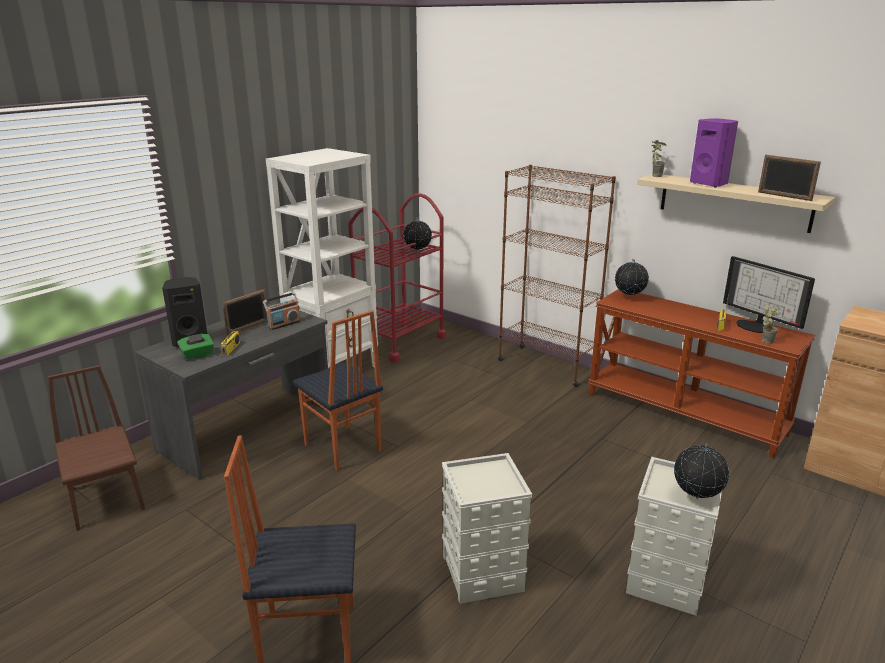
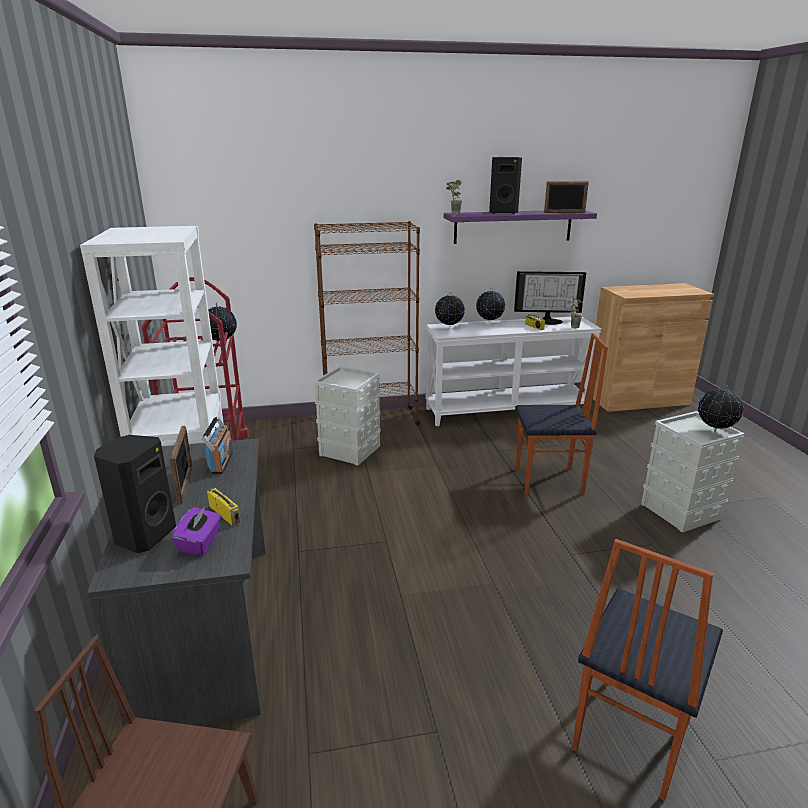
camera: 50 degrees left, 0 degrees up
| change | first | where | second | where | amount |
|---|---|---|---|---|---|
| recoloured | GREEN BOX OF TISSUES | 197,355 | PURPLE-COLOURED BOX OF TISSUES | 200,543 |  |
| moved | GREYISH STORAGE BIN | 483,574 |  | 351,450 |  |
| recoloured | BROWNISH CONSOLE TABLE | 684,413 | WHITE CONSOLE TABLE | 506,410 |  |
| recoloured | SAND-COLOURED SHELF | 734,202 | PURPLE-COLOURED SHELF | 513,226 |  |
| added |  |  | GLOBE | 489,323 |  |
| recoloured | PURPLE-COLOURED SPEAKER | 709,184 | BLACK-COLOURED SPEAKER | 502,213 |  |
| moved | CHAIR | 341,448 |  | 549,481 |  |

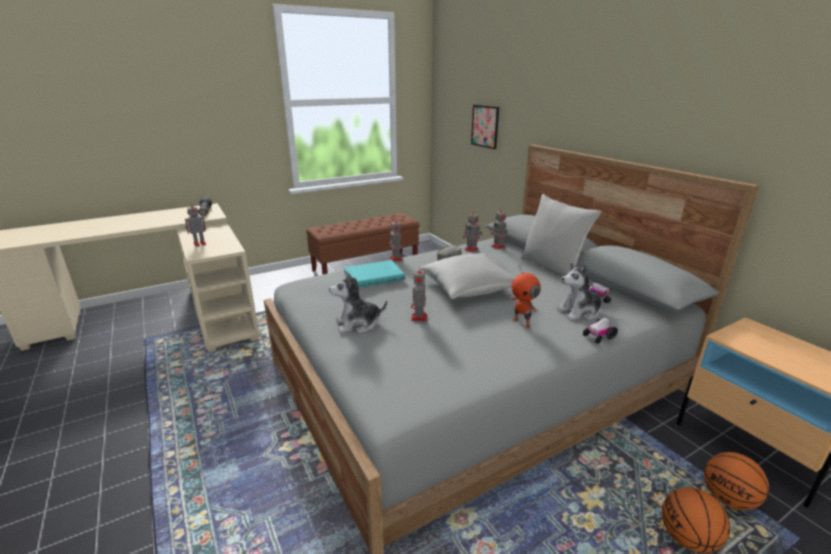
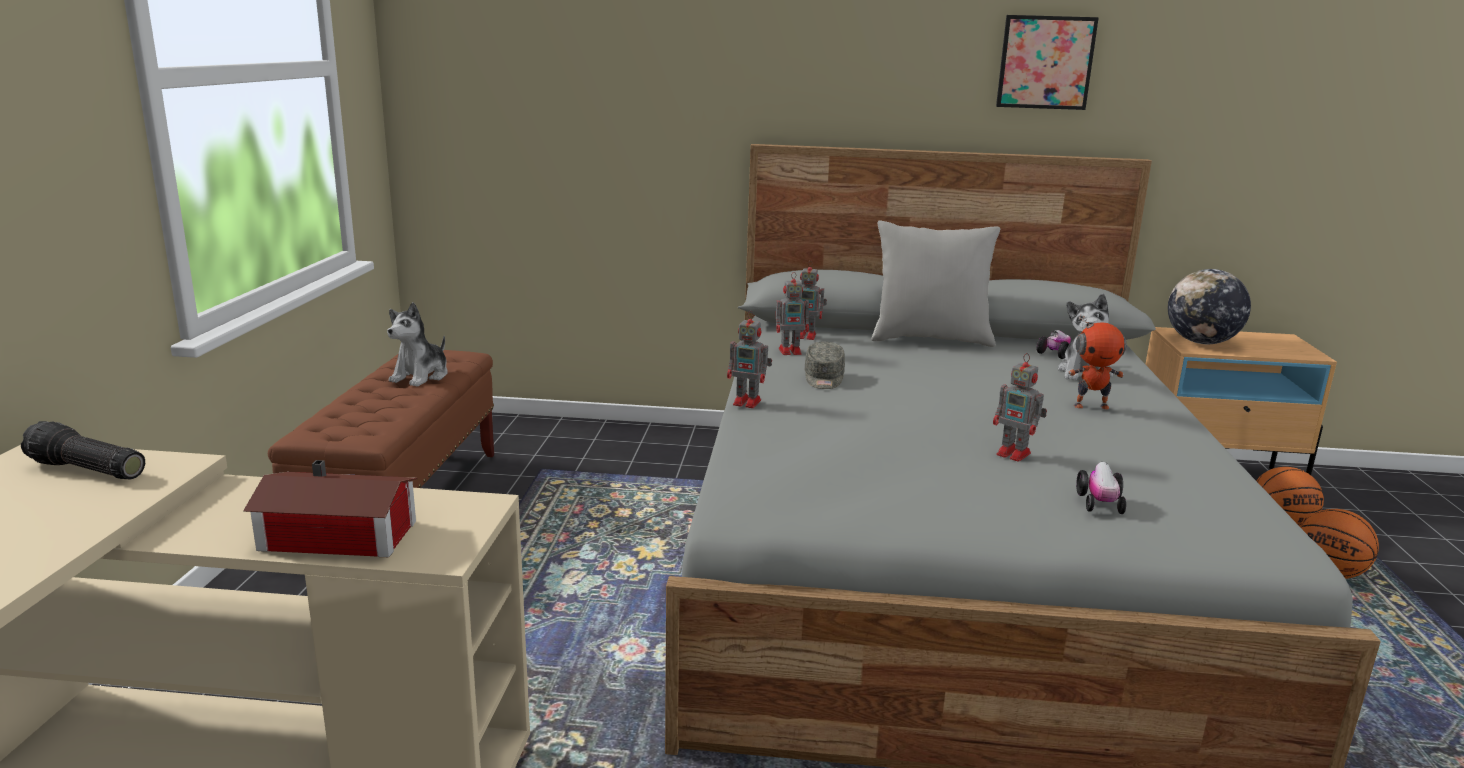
camera: 55 degrees left, 5 degrees down
| change | first | where | second | where | amount |
|---|---|---|---|---|---|
| replaced | MODEL ROBOT | 199,244 | MODEL HOUSE | 341,537 |  |
| moved | SOFT TOY | 358,324 |  | 421,376 |  |
| moved | WALL PICTURE | 485,126 |  | 1045,62 |  |
| moved | MODEL CAR | 598,337 |  | 1100,503 |  |
| added |  |  | GLOBE | 1201,342 |  |
| removed | TURQUOISE VOLUME | 373,275 |  |  |  |
| removed | GREYISH CUSHION | 468,288 |  |  |  |

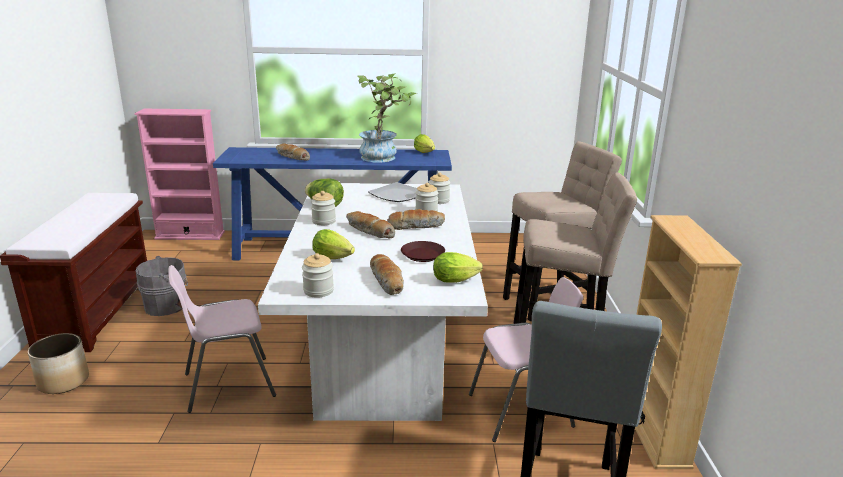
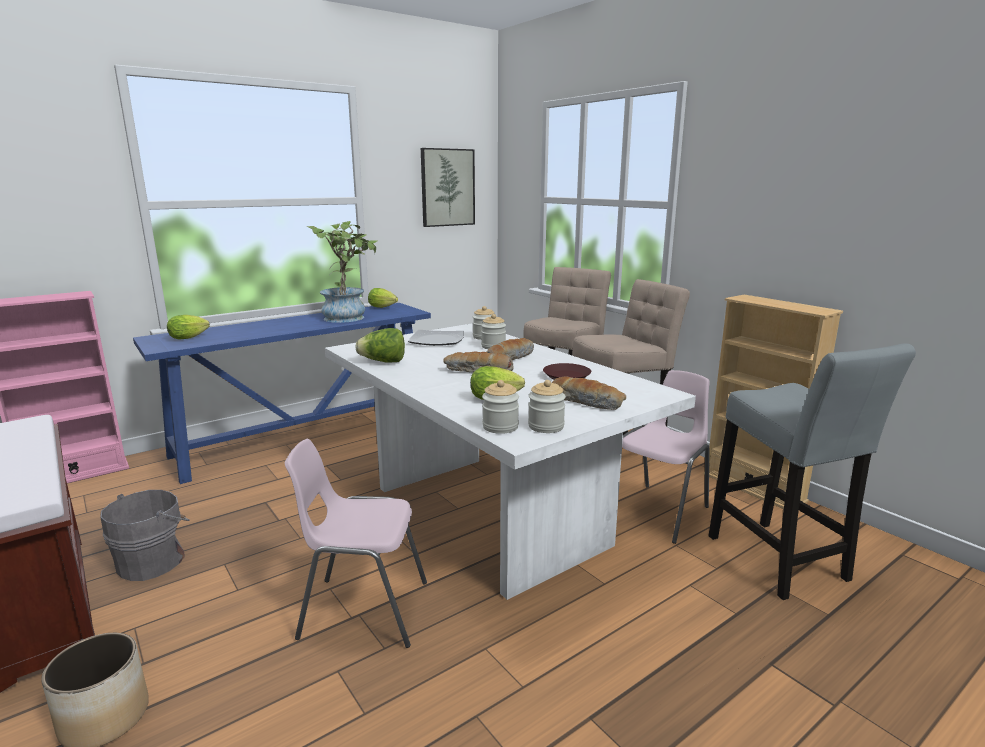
camera: 35 degrees left, 5 degrees down
| change | first | where | second | where | amount |
|---|---|---|---|---|---|
| moved | LETTUCE | 457,280 |  | 190,337 |  |
| turned | PINK CHAIR | 228,384 |  | 363,609 | 60 degrees clockwise |
| added |  |  | WALL PICTURE | 447,187 |  |
| moved | STORAGE JAR | 324,221 |  | 500,427 |  |
| removed | BREAD | 292,157 |  |  |  |

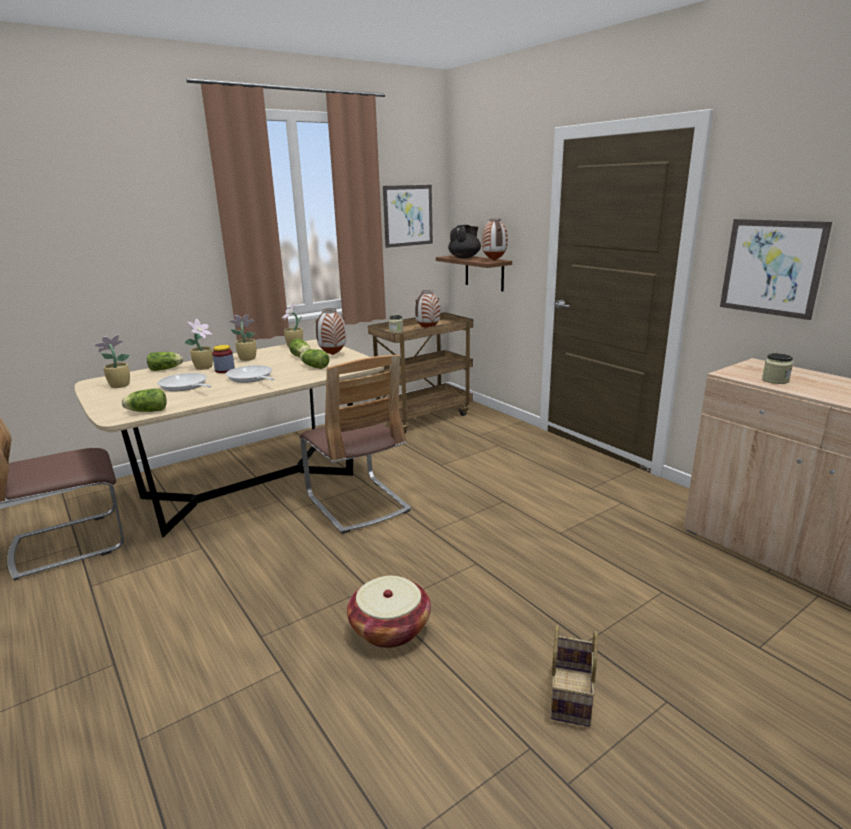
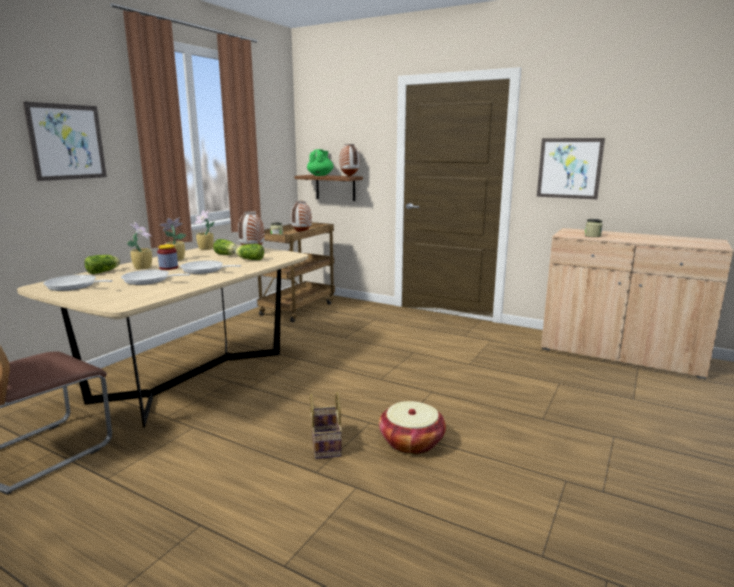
camera: 25 degrees left, 5 degrees down
| change | first | where | second | where | amount |
|---|---|---|---|---|---|
| moved | WALL PICTURE | 408,215 |  | 67,142 |  |
| replaced | POTTED PLANT | 118,386 | SKILLET | 74,286 |  |
| recoloured | BLACK-COLOURED TEA POT | 465,257 | GREEN TEA POT | 320,175 |  |
| moved | HOUSEHOLD BASKET | 569,693 |  | 325,443 |  |
| removed | LETTUCE | 146,411 |  |  |  |
| removed | CHAIR | 357,503 |  |  |  |

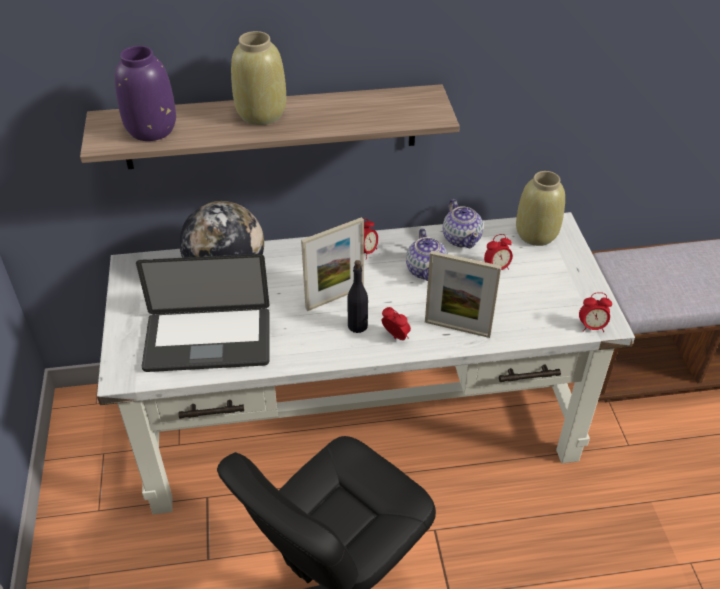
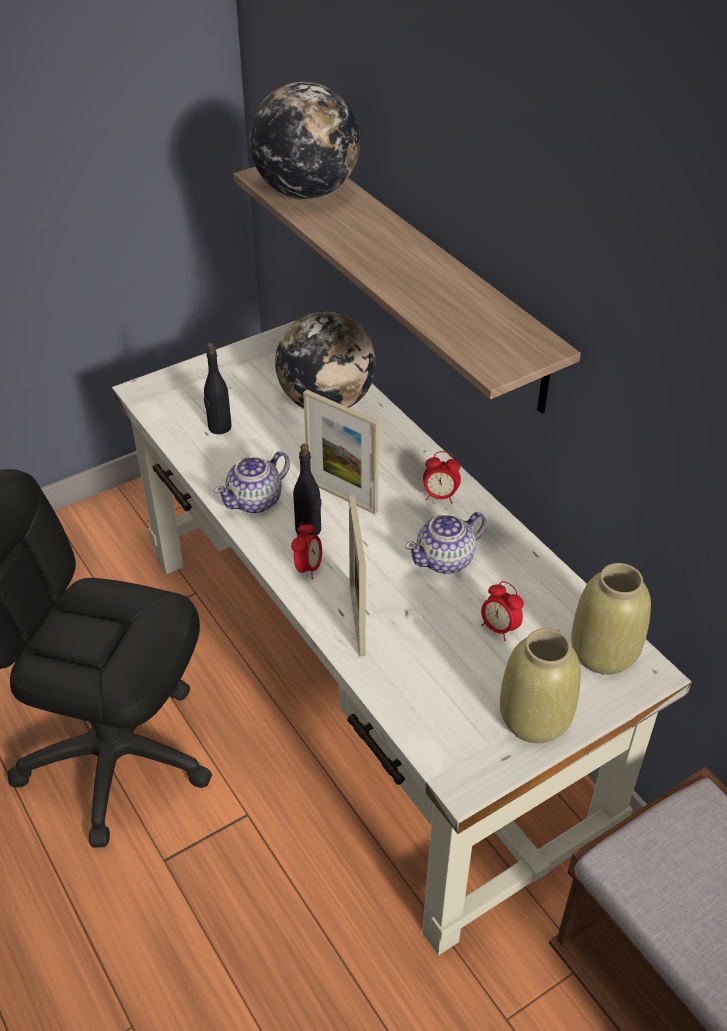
camera: 65 degrees right, 0 degrees up
| change | first | where | second | where | amount |
|---|---|---|---|---|---|
| replaced | LAPTOP | 208,341 | BLACK-COLOURED BEVERAGE BOTTLE | 219,427 |  |
| moved | TEA POT | 461,238 |  | 256,500 |  |
| replaced | PURPLE-COLOURED DECORATIVE VASE | 151,129 | GLOBE | 306,192 |  |
| moved | SAND-COLOURED DECORATIVE VASE | 262,114 |  | 535,720 |  |
| removed | BEDSIDE CLOCK | 592,327 |  |  |  |

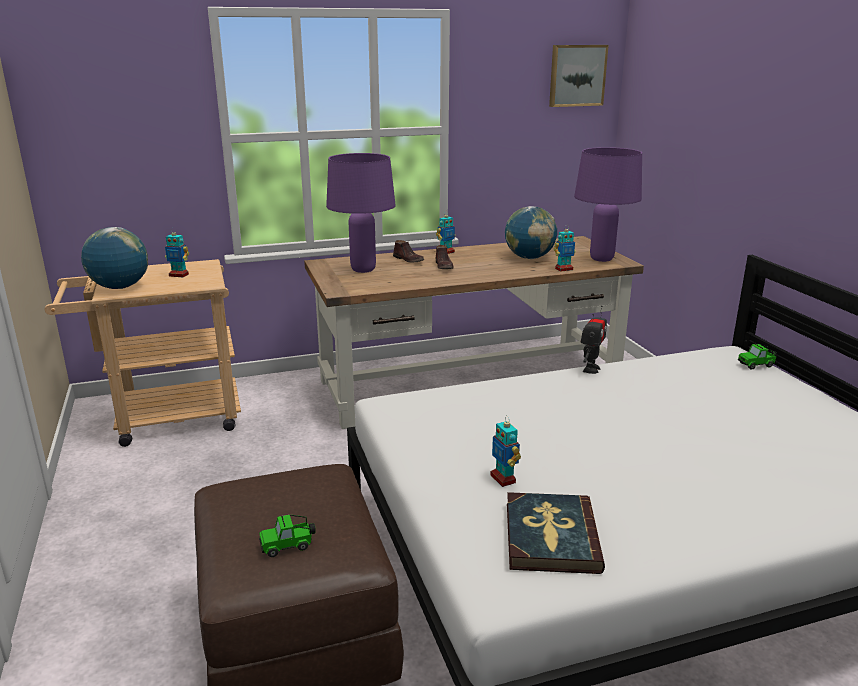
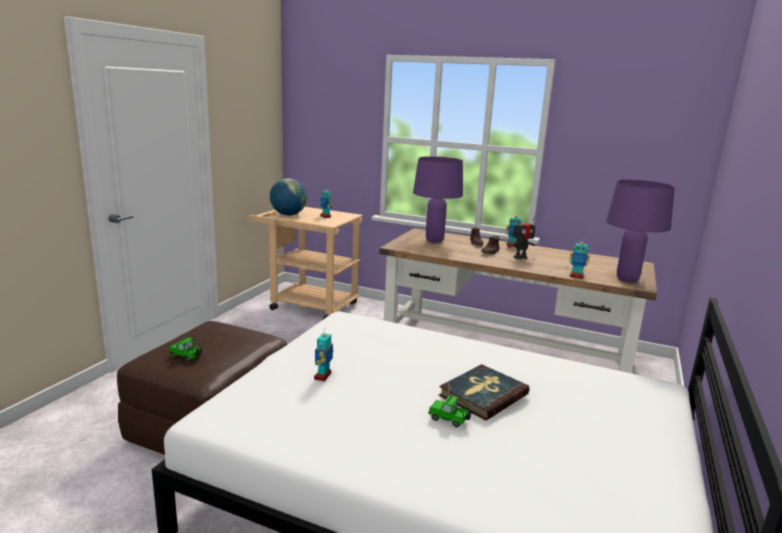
camera: 40 degrees right, 5 degrees down
| change | first | where | second | where | amount |
|---|---|---|---|---|---|
| moved | MODEL CAR | 757,365 |  | 450,420 |  |
| moved | VOLUME | 550,537 |  | 483,395 |  |
| moved | MODEL ROBOT | 590,369 |  | 520,257 |  |
| removed | GLOBE | 529,258 |  |  |  |
| removed | WALL PICTURE | 576,75 |  |  |  |

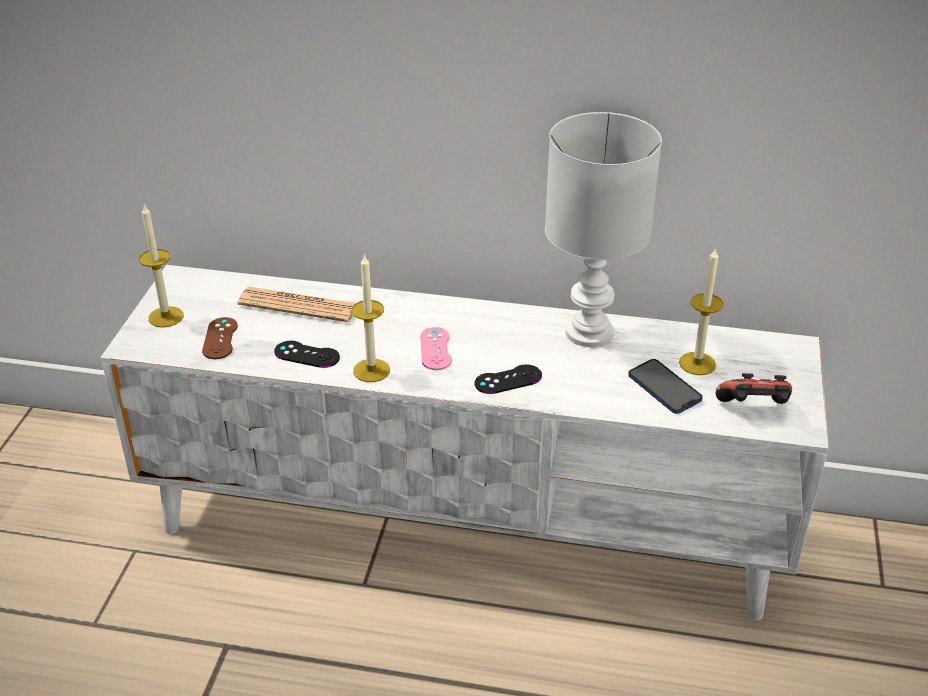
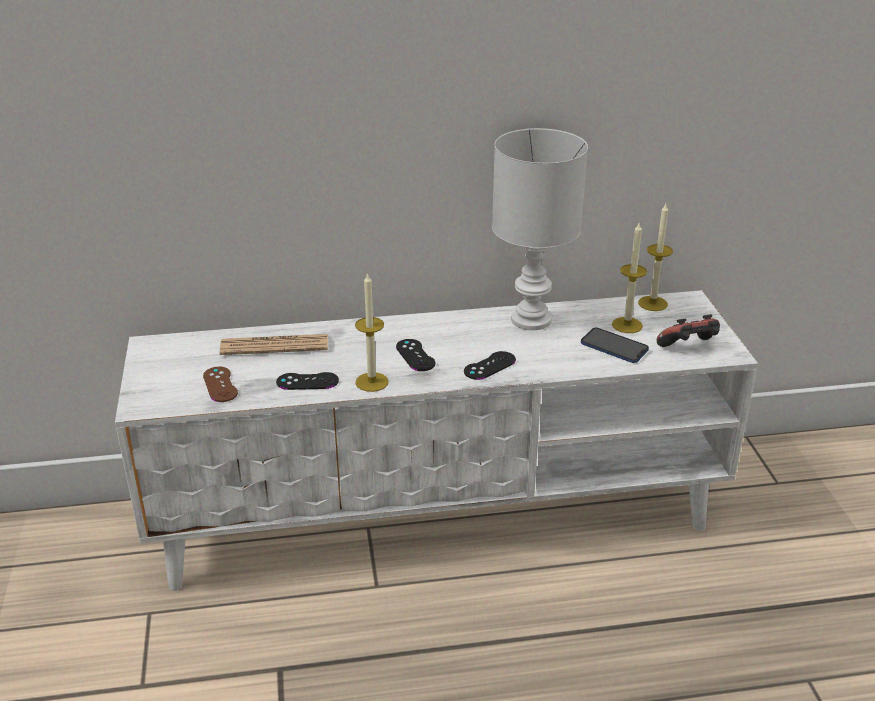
camera: 20 degrees left, 5 degrees down
| change | first | where | second | where | amount |
|---|---|---|---|---|---|
| recoloured | PINK GAMEPAD | 435,349 | BLACK-COLOURED GAMEPAD | 415,355 |  |
| moved | CANDLE | 166,317 |  | 652,303 |  |

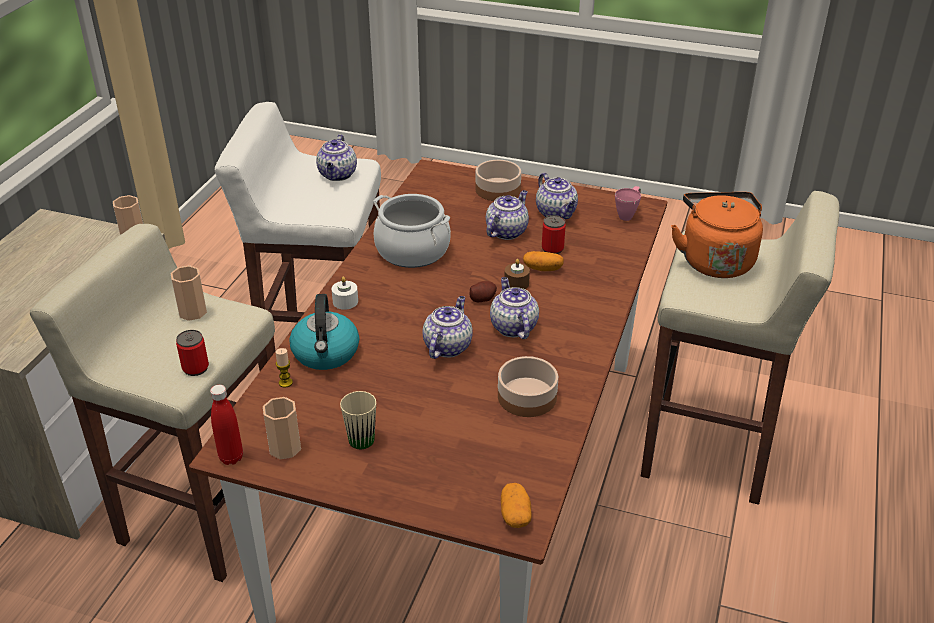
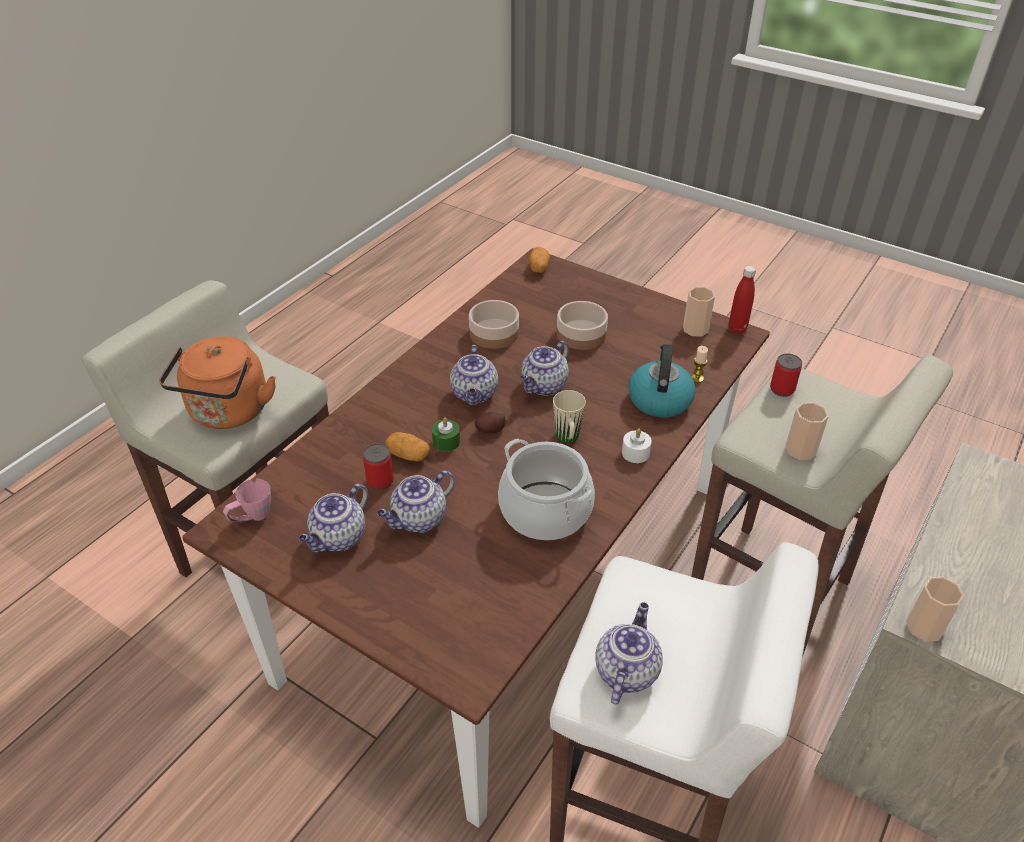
camera: 165 degrees left, 5 degrees up
| change | first | where | second | where | amount |
|---|---|---|---|---|---|
| turned | TEA POT | 557,213 |  | 338,538 | 135 degrees counterclockwise |
| recoloured | BROWNISH CANDLE | 516,283 | GREEN CANDLE | 446,442 |  |
| moved | SAND-COLOURED COFFEE MUG | 359,435 |  | 568,439 |  |
| moved | DEEP DISH | 498,190 |  | 580,334 |  |

